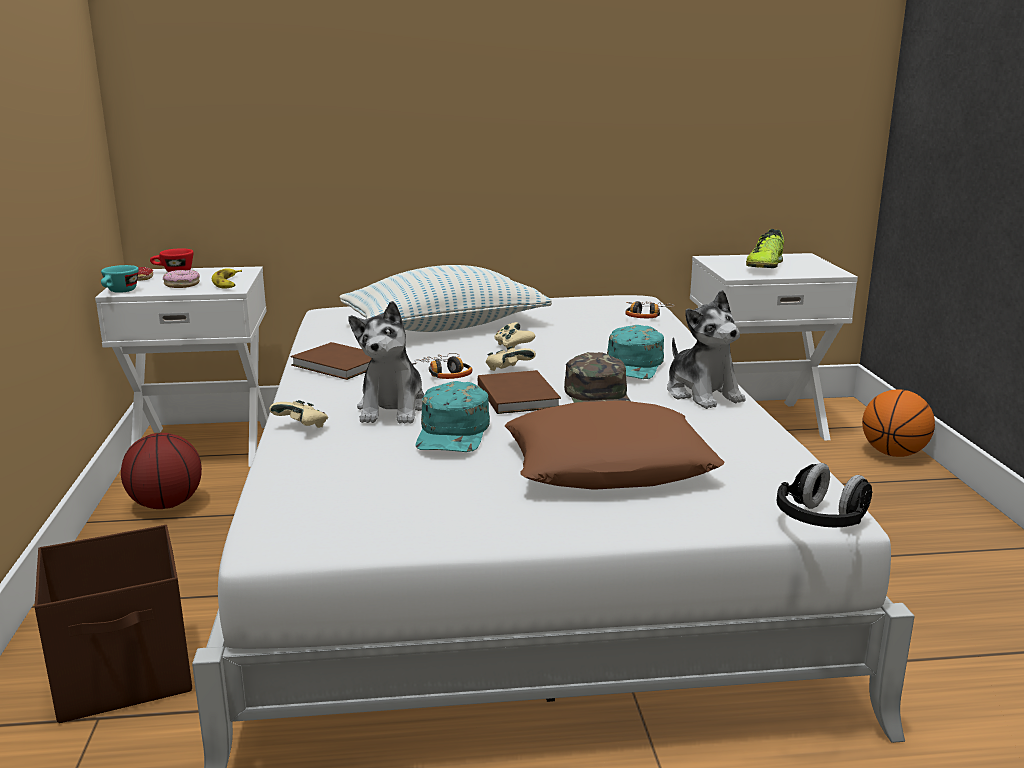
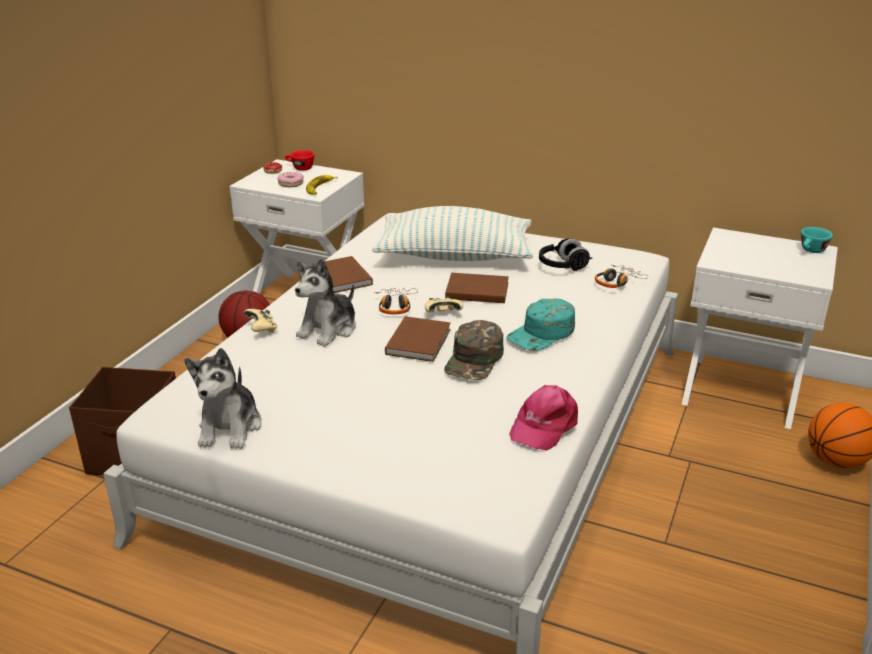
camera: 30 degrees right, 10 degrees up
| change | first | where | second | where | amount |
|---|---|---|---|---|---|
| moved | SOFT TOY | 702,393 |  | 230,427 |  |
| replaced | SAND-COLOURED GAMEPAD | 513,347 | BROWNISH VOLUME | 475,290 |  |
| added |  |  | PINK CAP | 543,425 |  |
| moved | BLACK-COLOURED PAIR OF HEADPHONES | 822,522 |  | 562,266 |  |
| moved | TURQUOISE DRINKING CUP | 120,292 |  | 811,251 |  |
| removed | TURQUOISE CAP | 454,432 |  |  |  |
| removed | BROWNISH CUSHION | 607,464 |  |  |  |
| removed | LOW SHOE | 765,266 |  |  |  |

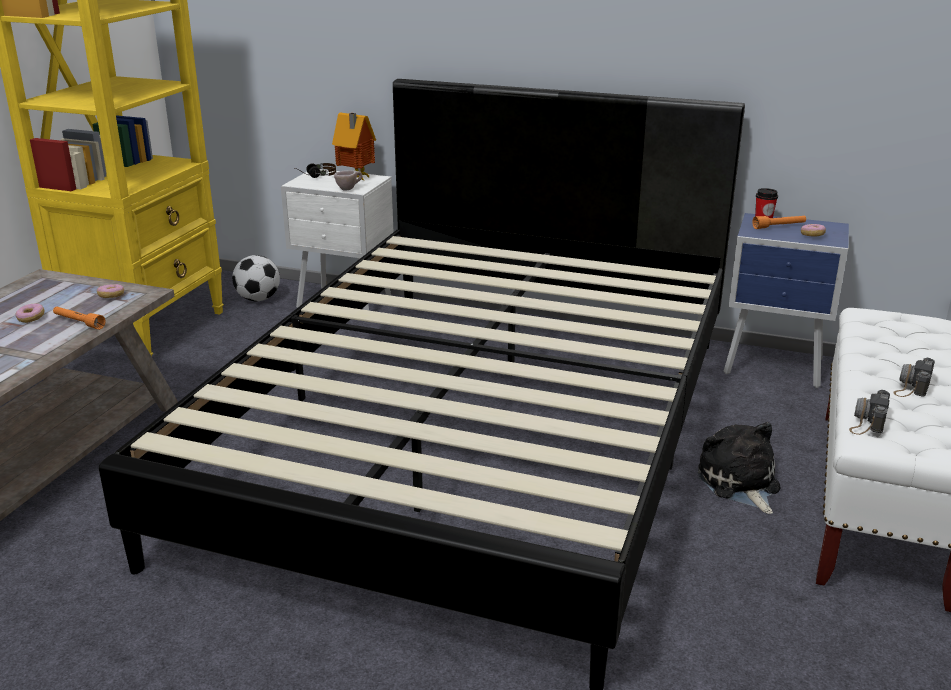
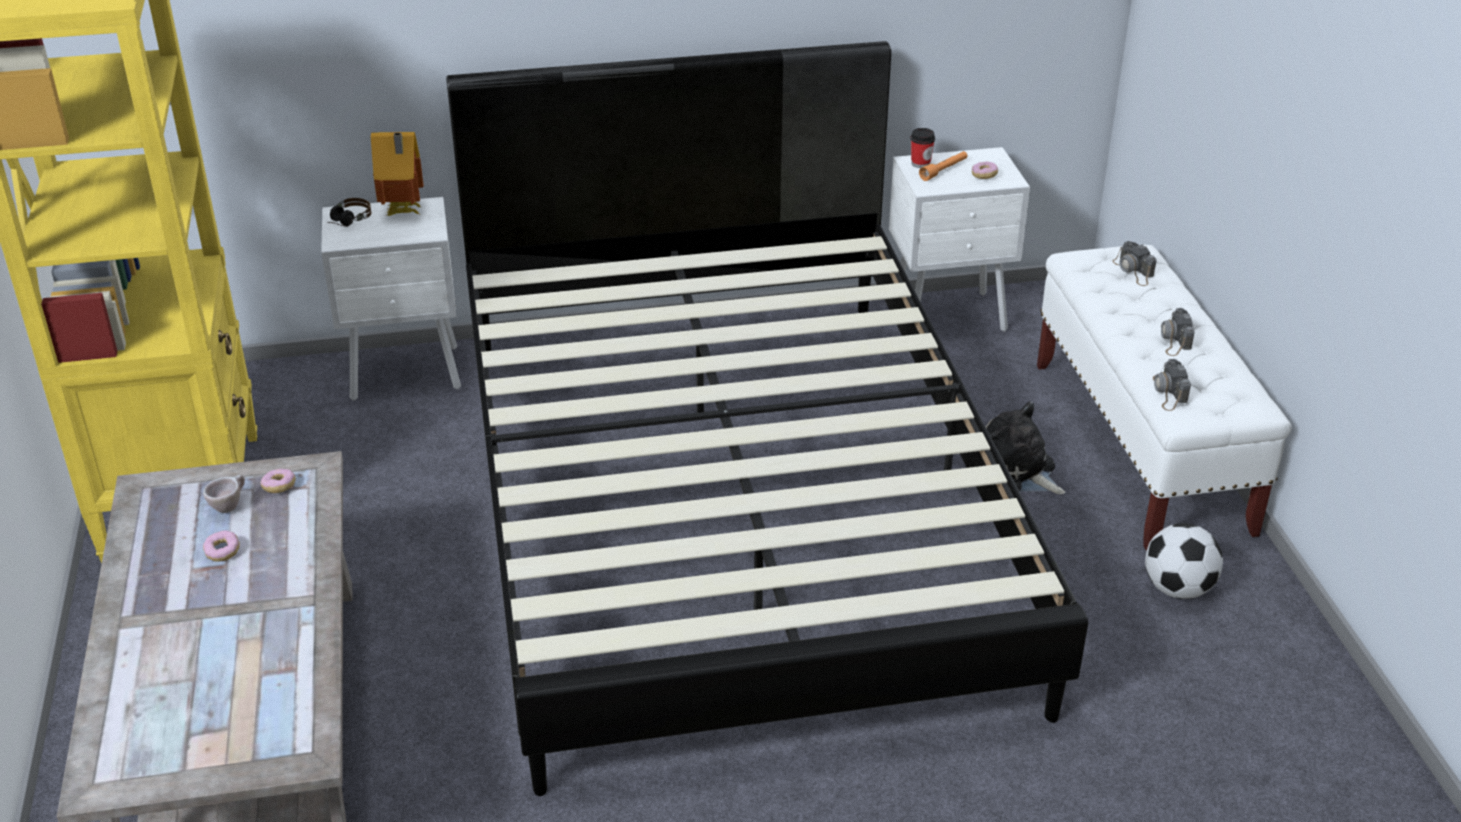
camera: 30 degrees left, 10 degrees up
| change | first | where | second | where | amount |
|---|---|---|---|---|---|
| moved | SAND-COLOURED DRINKING CUP | 349,189 |  | 229,506 |  |
| recoloured | BLUE-COLOURED BEDSIDE TABLE | 775,368 | WHITE BEDSIDE TABLE | 950,318 |  |
| added |  |  | PHOTO CAMERA | 1134,271 |  |
| moved | BALL FOR FOOTBALL | 258,299 |  | 1177,589 |  |
| removed | ORANGE TORCH | 79,322 |  |  |  |

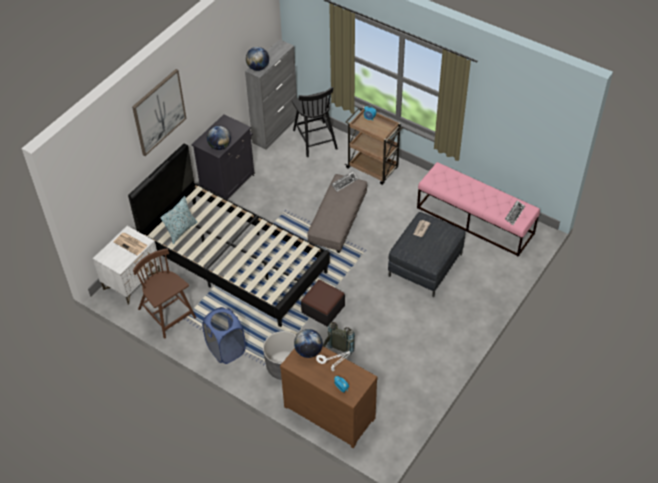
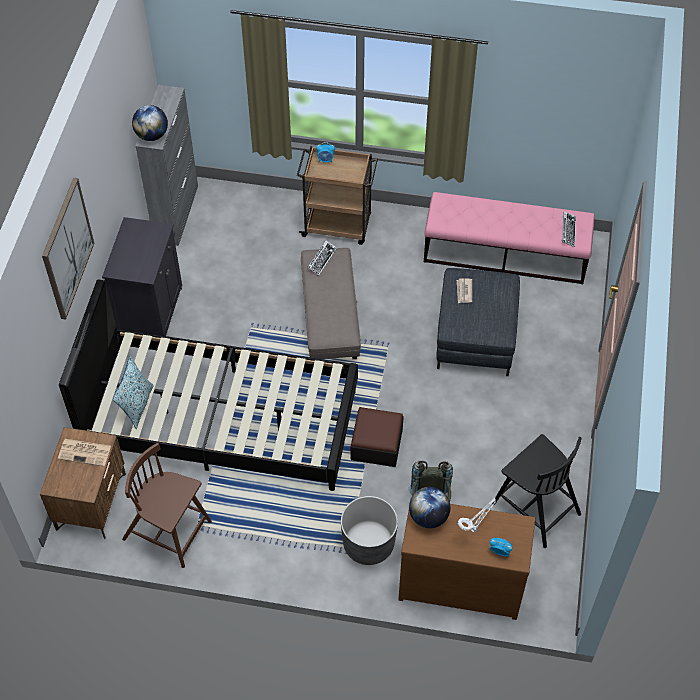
camera: 25 degrees left, 5 degrees up
| change | first | where | second | where | amount |
|---|---|---|---|---|---|
| recoloured | WHITE BEDSIDE TABLE | 132,280 | BROWNISH BEDSIDE TABLE | 91,501 |  |
| moved | BLACK-COLOURED CHAIR | 315,139 |  | 535,507 |  |
| removed | BLUE-COLOURED WASHING BASKET | 226,349 |  |  |  |
| removed | GLOBE | 219,146 |  |  |  |

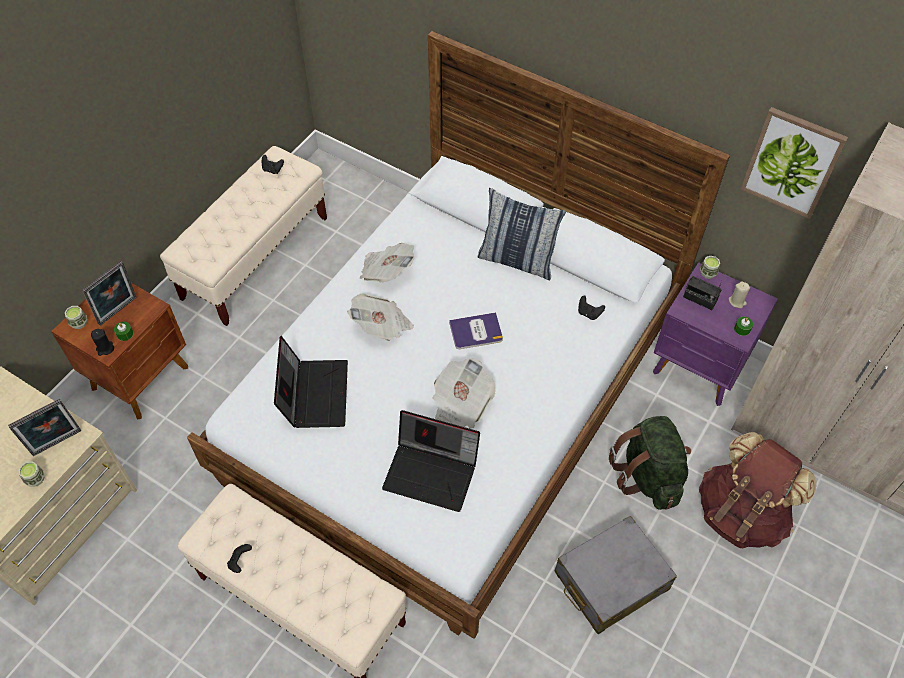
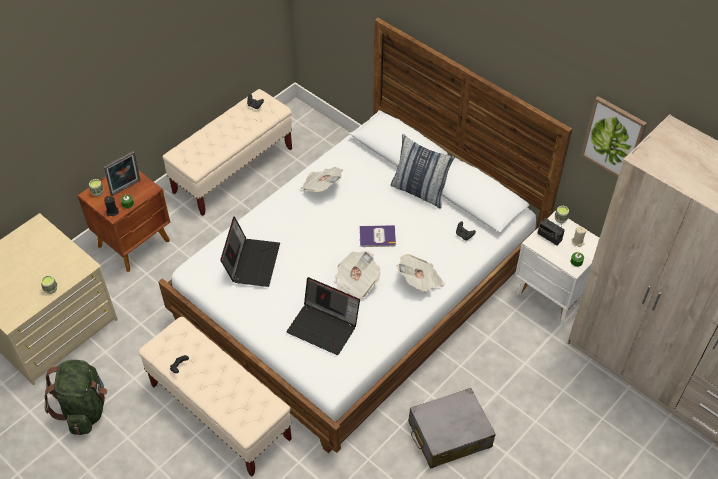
camera: 10 degrees right, 5 degrees down
| change | first | where | second | where | amount |
|---|---|---|---|---|---|
| moved | GREEN KNAPSACK | 648,475 |  | 84,408 |  |
| moved | NEWSPAPER | 382,326 |  | 420,281 |  |
| recoloured | PURPLE-COLOURED BEDSIDE TABLE | 699,368 | WHITE BEDSIDE TABLE | 553,295 |  |
| removed | PHOTO FRAME | 58,444 |  |  |  |
| removed | BROWNISH KNAPSACK | 741,513 |  |  |  |

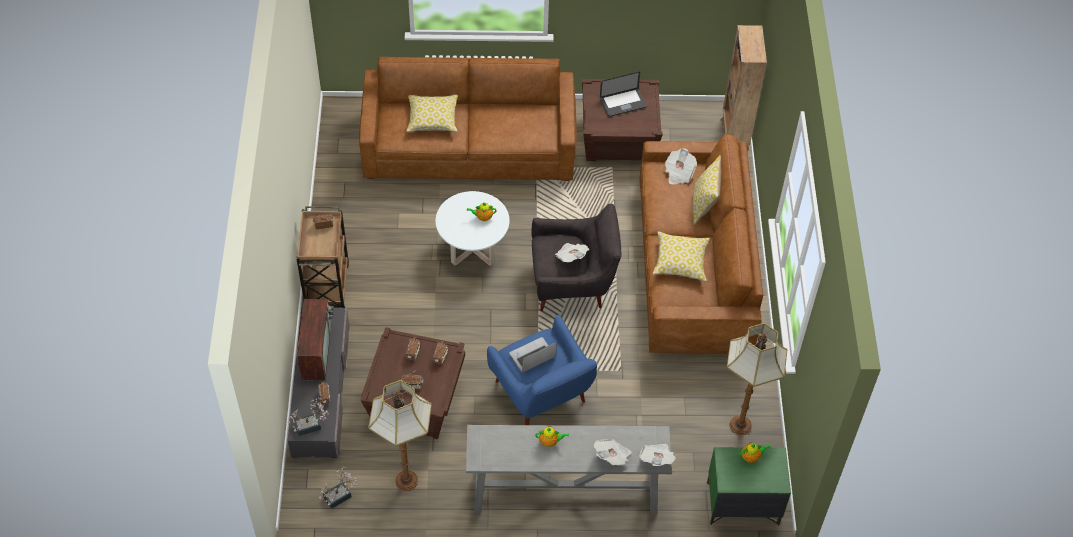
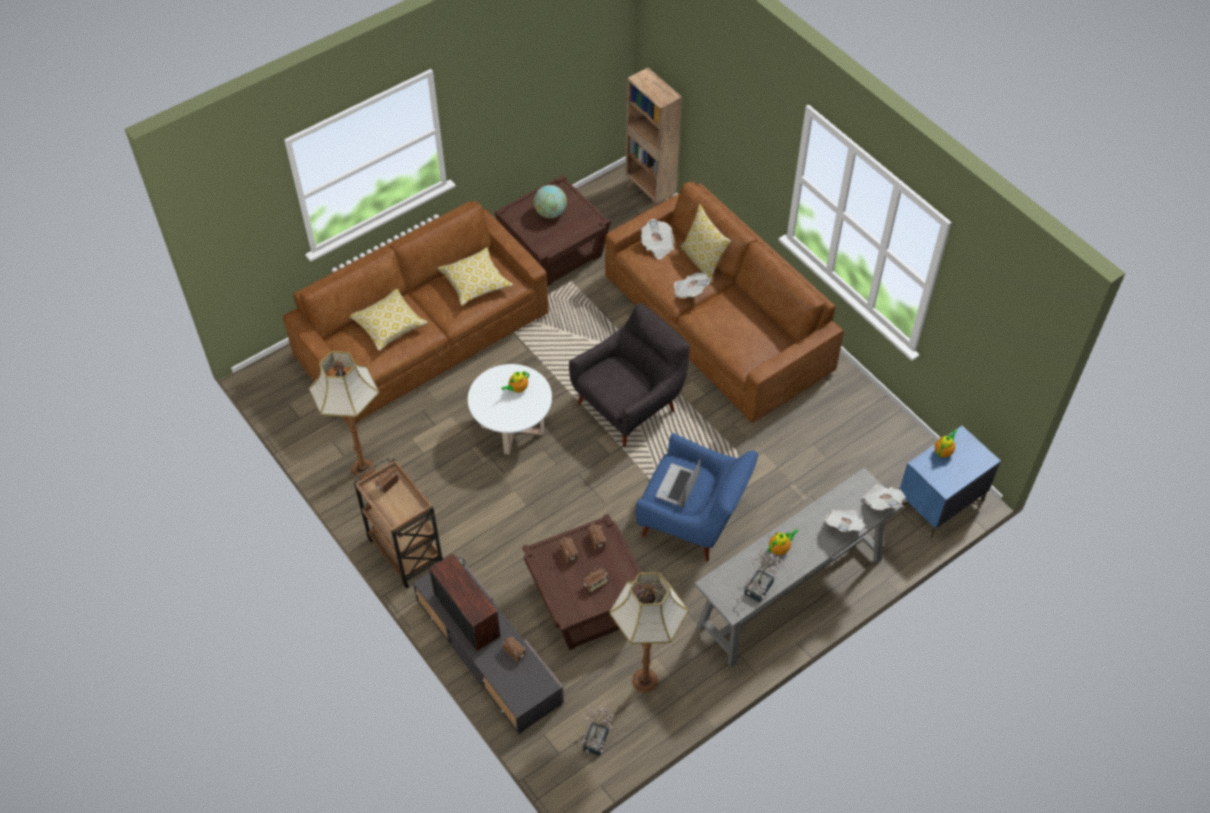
camera: 35 degrees left, 0 degrees up
| change | first | where | second | where | amount |
|---|---|---|---|---|---|
| moved | STANDARD LAMP | 739,425 |  | 362,470 |  |
| moved | CUSHION | 680,262 |  | 475,283 |  |
| replaced | LAPTOP | 623,103 | GLOBE | 550,213 |  |
| moved | NEWSPAPER | 571,257 |  | 690,291 |  |
| moved | POTTED PLANT | 311,426 |  | 761,585 |  |
| recoloured | GREEN BEDSIDE TABLE | 742,503 | BLUE-COLOURED BEDSIDE TABLE | 939,503 |  |

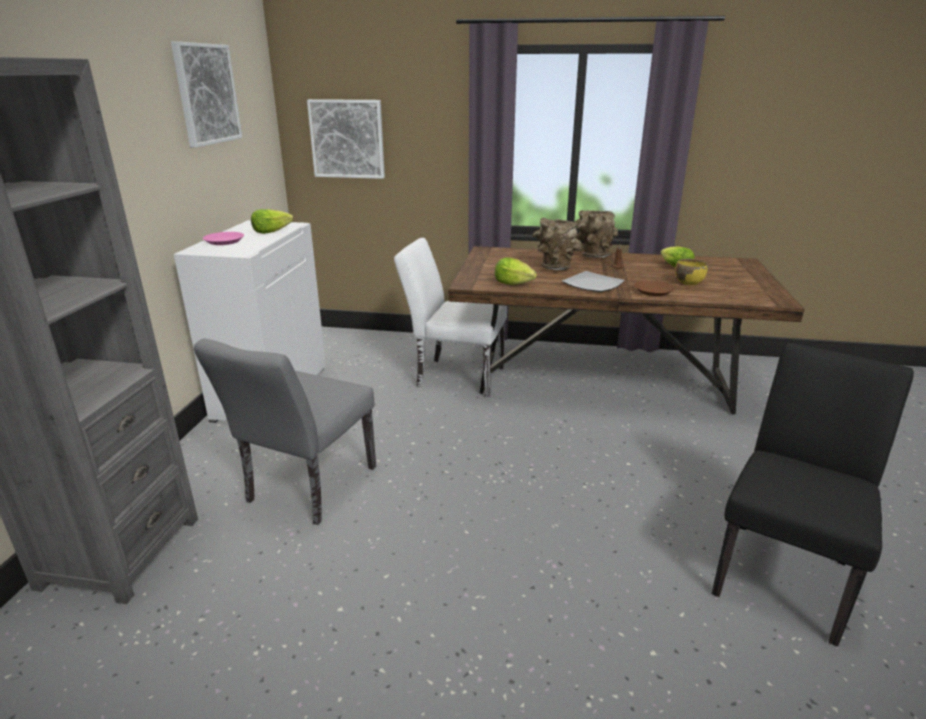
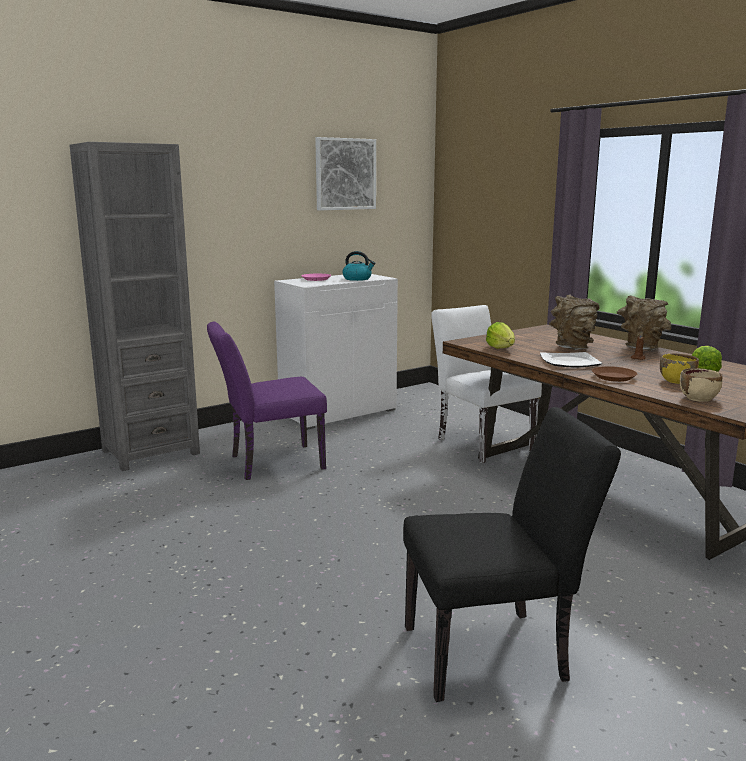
camera: 45 degrees right, 10 degrees down
| change | first | where | second | where | amount |
|---|---|---|---|---|---|
| recoloured | GREYISH CHAIR | 305,489 | PURPLE-COLOURED CHAIR | 269,463 |  |
| replaced | LETTUCE | 271,231 | WATER KETTLE | 357,279 |  |
| added |  |  | SAND-COLOURED DEEP DISH | 698,398 |  |
| removed | WALL PICTURE | 347,139 |  |  |  |

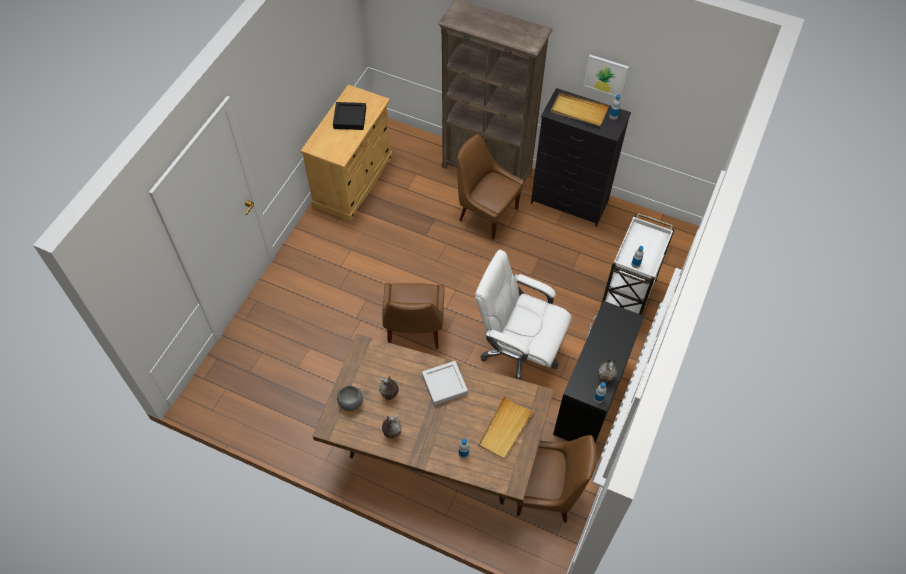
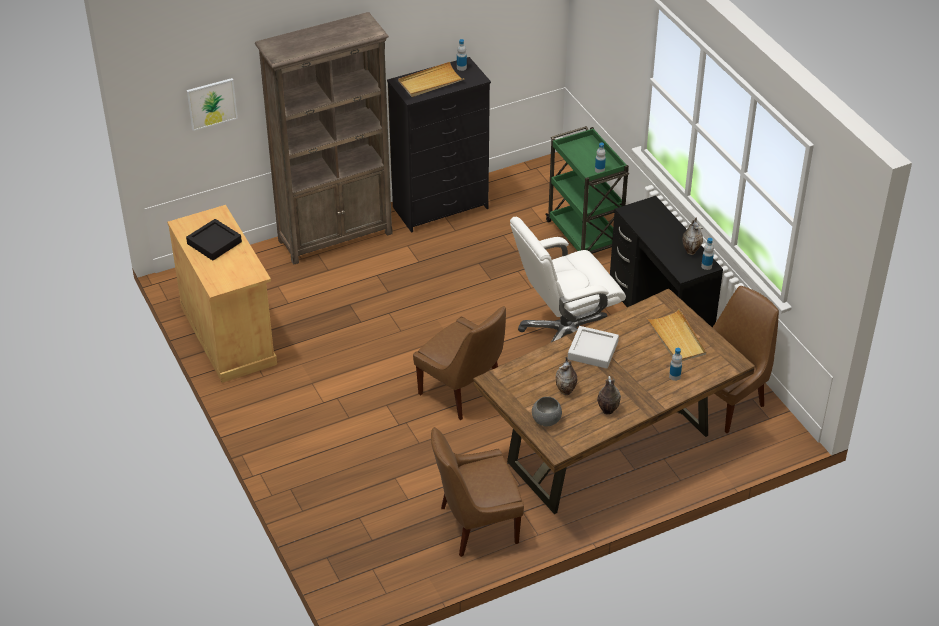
camera: 50 degrees left, 15 degrees down
| change | first | where | second | where | amount |
|---|---|---|---|---|---|
| moved | WALL PICTURE | 606,75 |  | 212,103 |  |
| moved | BROWNISH CHAIR | 486,213 |  | 475,525 |  |
| recoloured | WHITE CART | 627,298 | GREEN CART | 584,236 |  |

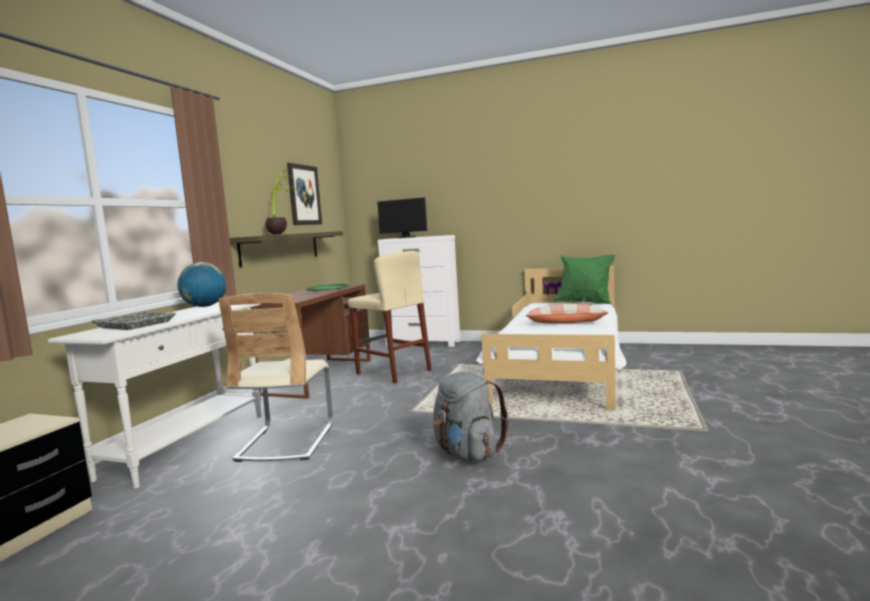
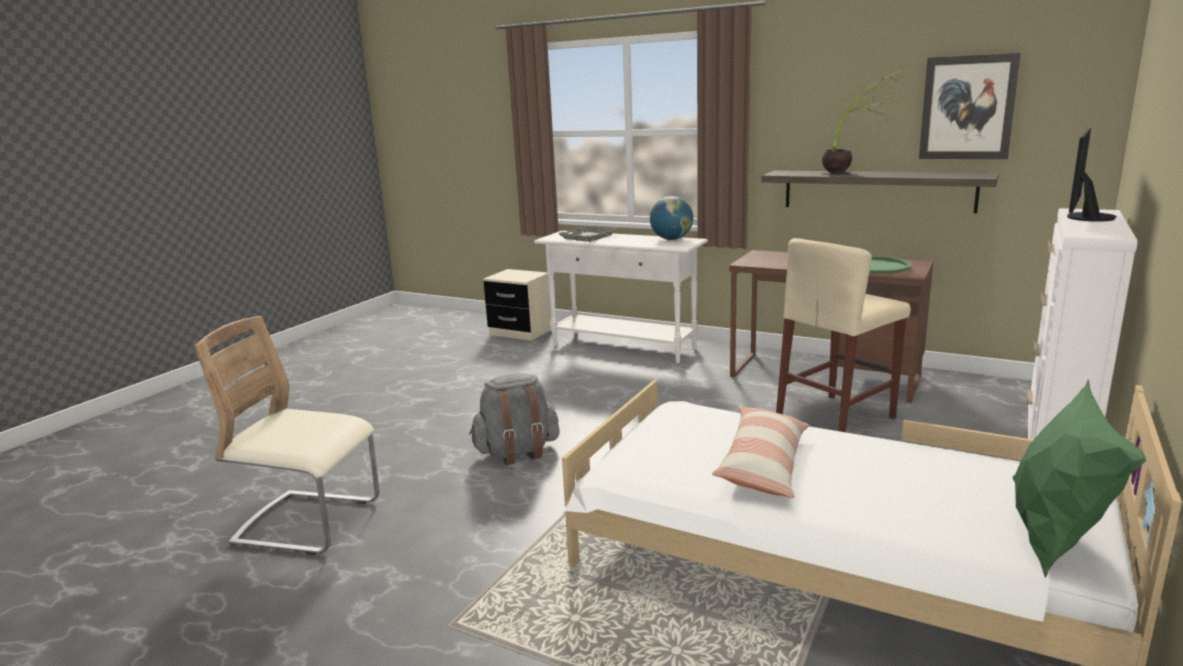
camera: 100 degrees right, 10 degrees up
| change | first | where | second | where | amount |
|---|---|---|---|---|---|
| moved | SAND-COLOURED CHAIR | 286,442 |  | 308,523 |  |

